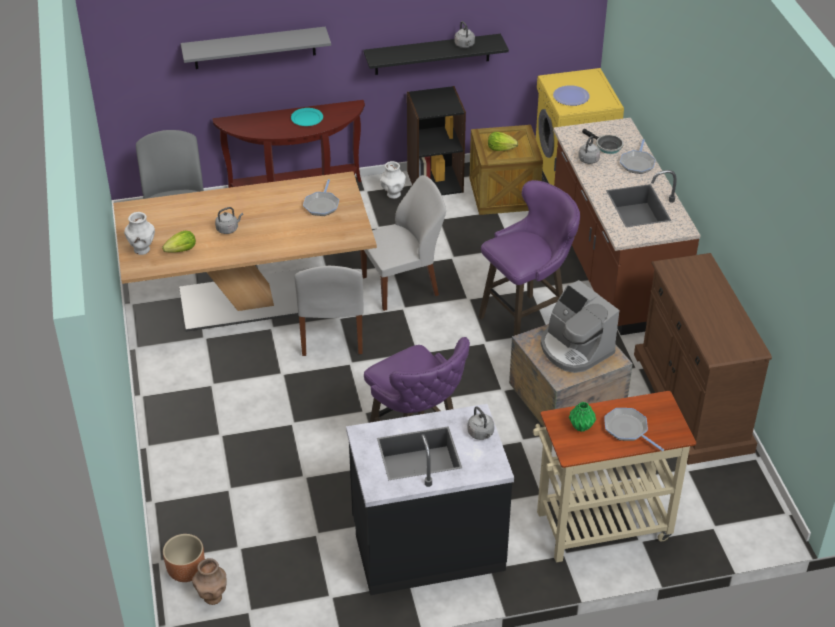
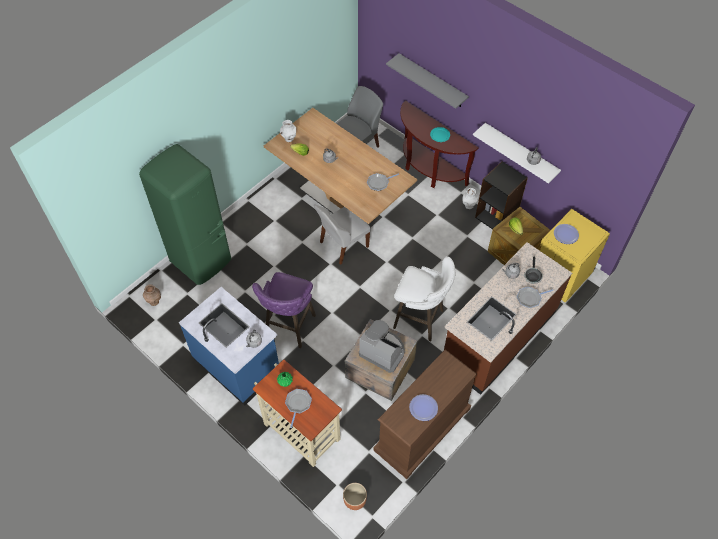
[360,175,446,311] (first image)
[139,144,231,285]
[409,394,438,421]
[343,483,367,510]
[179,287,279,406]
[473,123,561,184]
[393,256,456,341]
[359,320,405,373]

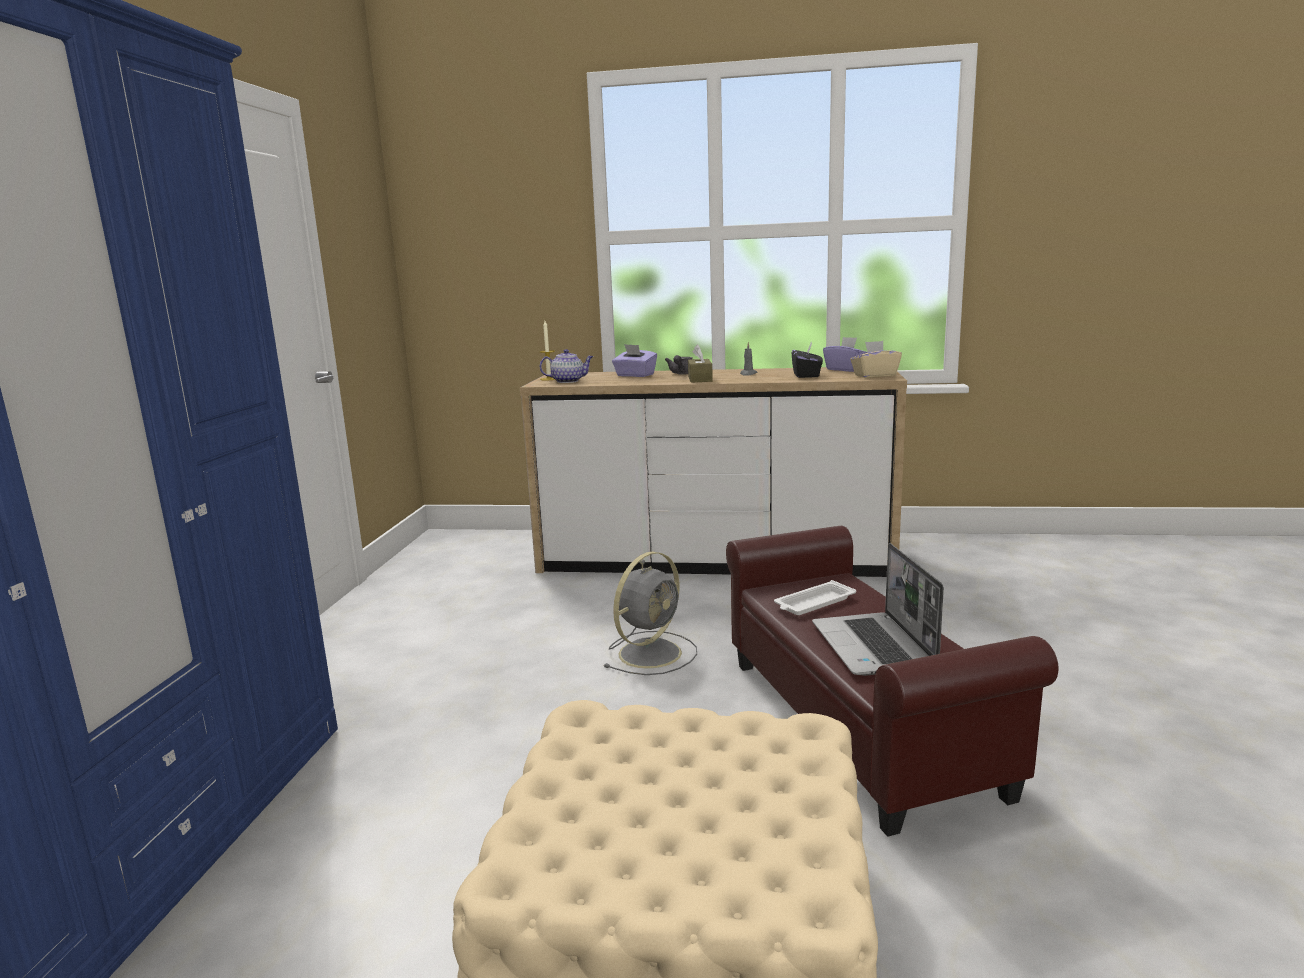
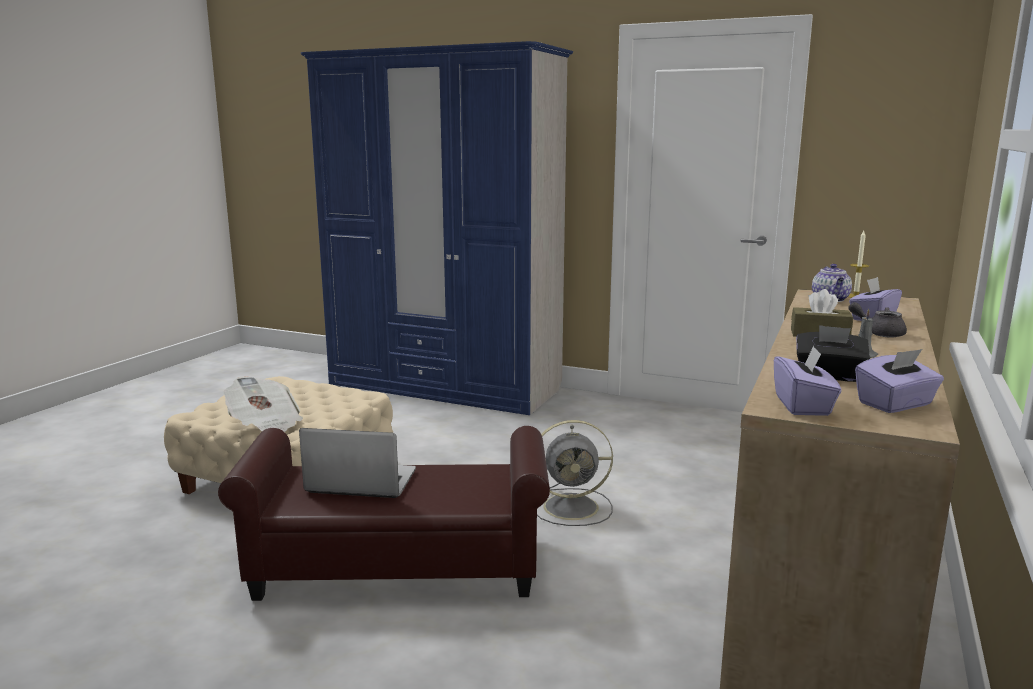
[774,580,856,615] (first image)
[223,376,303,432]
[774,346,841,416]
[537,420,613,526]

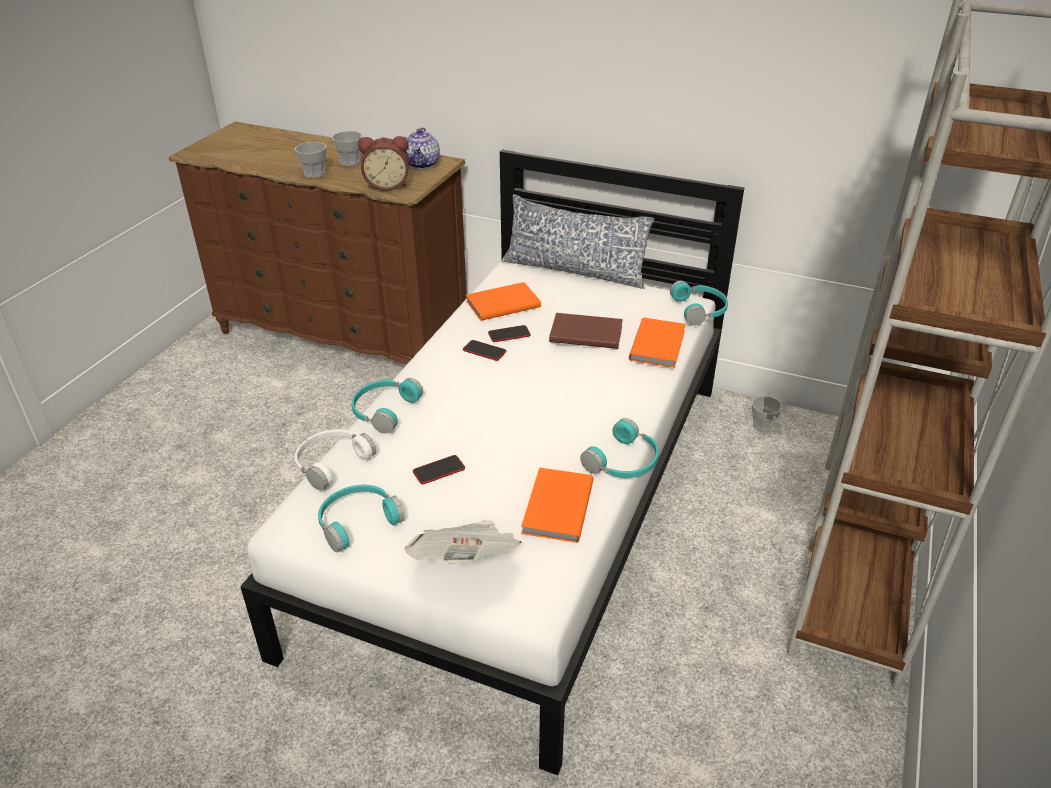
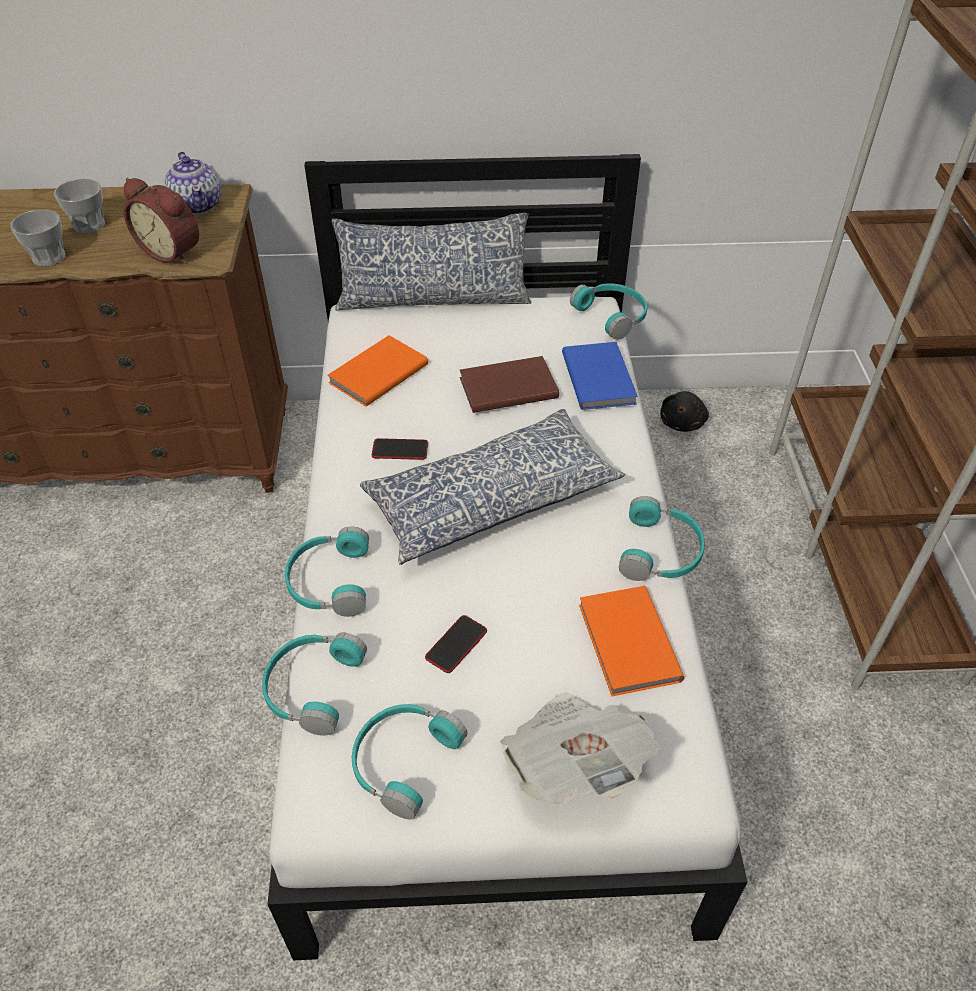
[488,325,531,342] (first image)
[360,409,625,565]
[660,391,709,432]
[262,633,367,736]
[562,342,638,410]
[124,178,199,264]

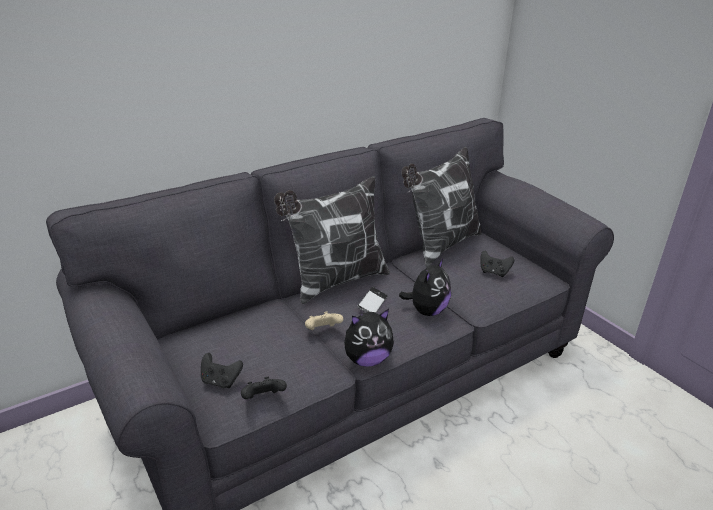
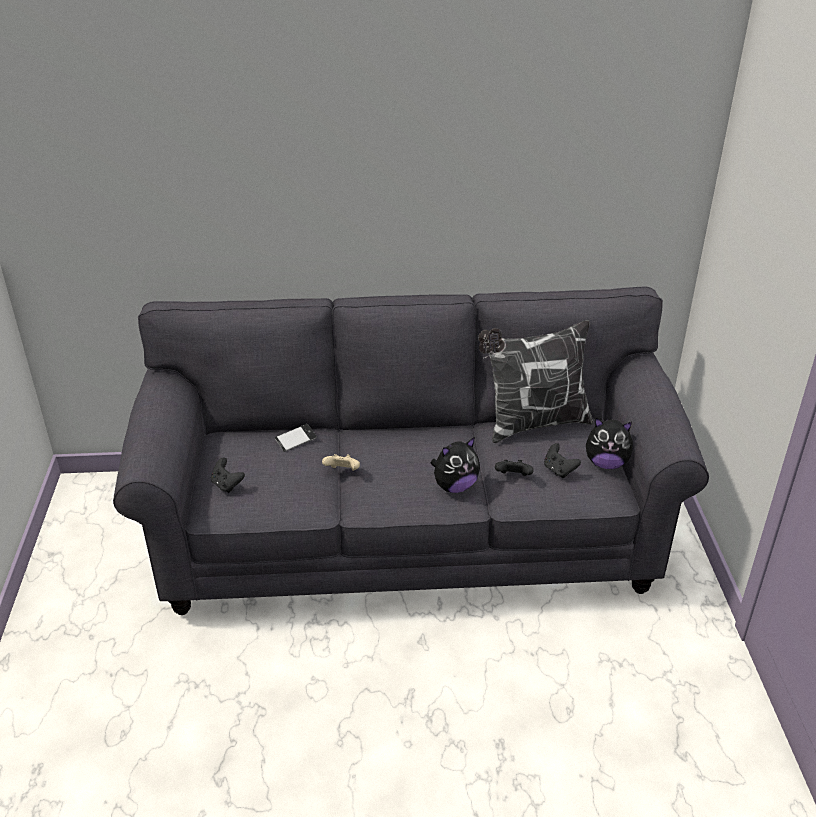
[274,176,390,304] (first image)
[495,460,534,476]
[586,418,633,469]
[275,424,317,452]

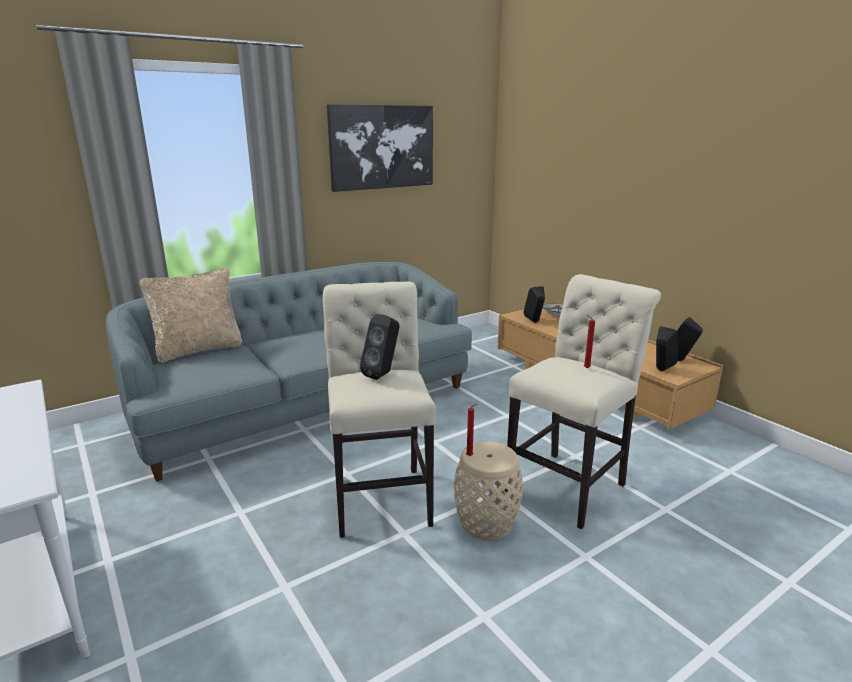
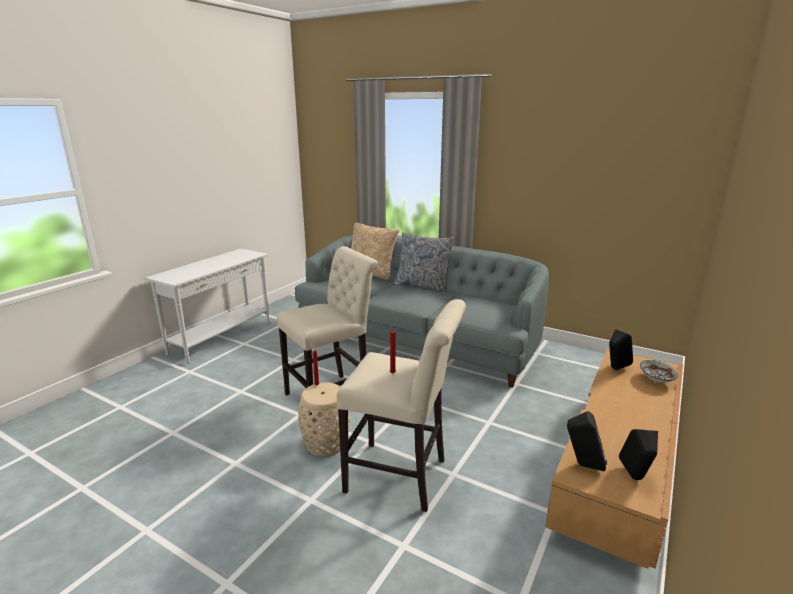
[327,104,433,192] (first image)
[360,314,400,380] (first image)
[394,232,455,292]

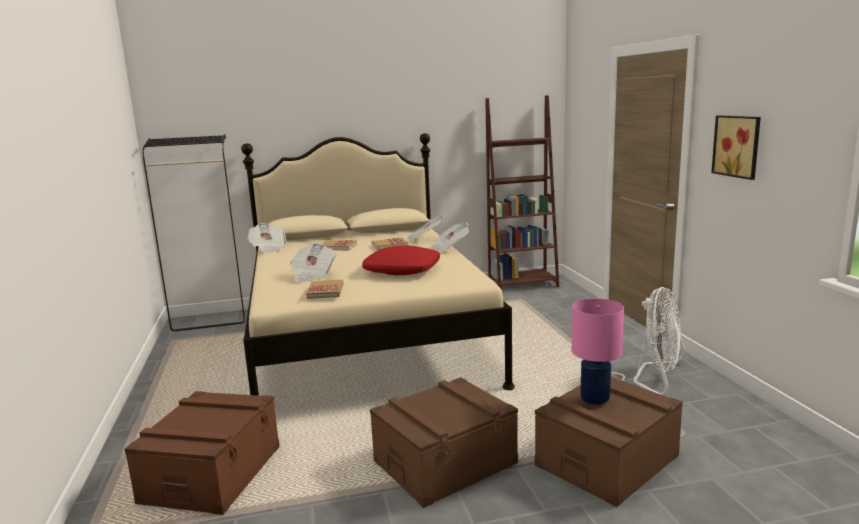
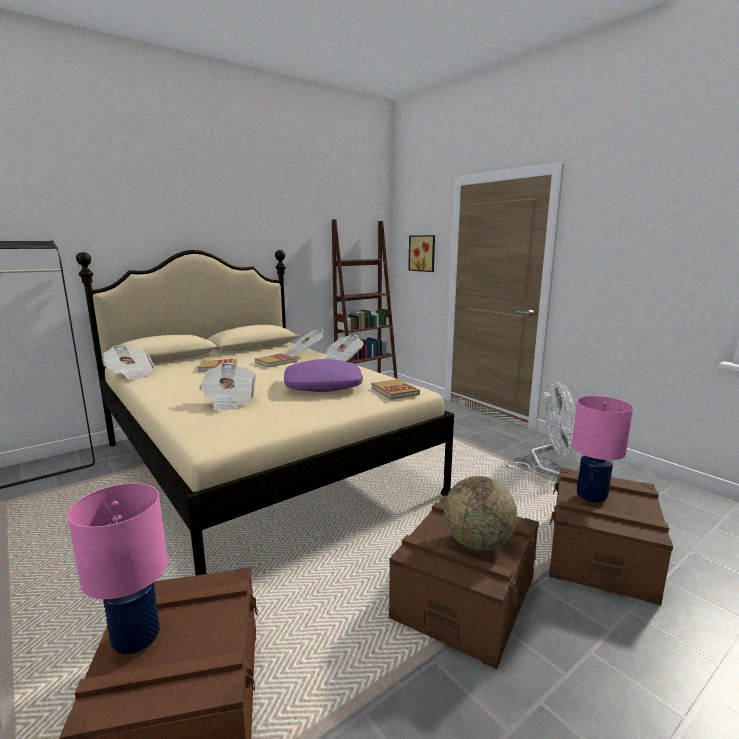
[67,483,168,654]
[444,476,517,551]
[372,379,420,400]
[408,235,435,272]
[284,359,363,392]

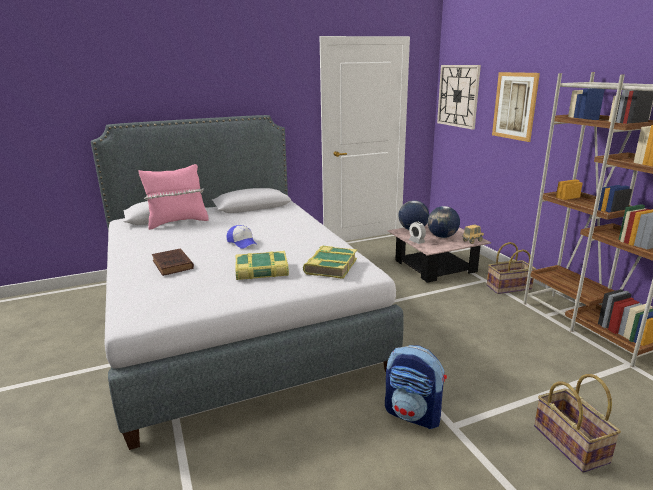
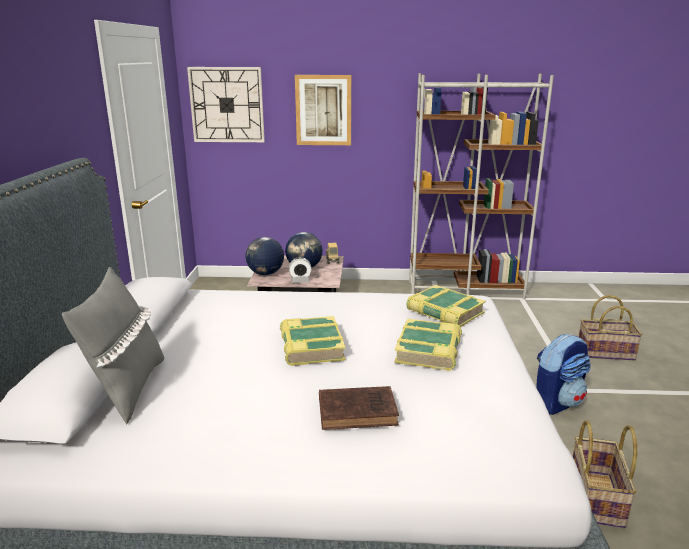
[573,421,637,528]
[280,316,345,366]
[62,267,164,425]

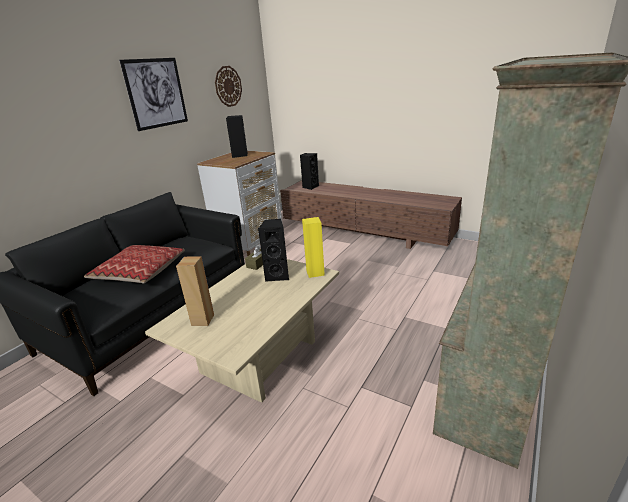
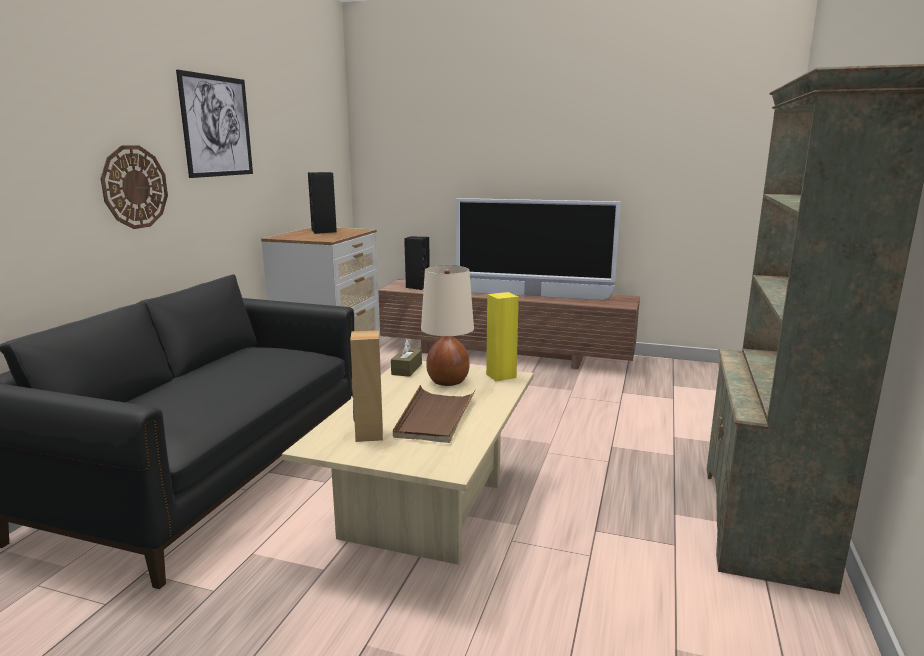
[84,245,185,284] (first image)
[393,385,476,443]
[456,198,621,300]
[101,146,168,229]
[421,265,474,386]

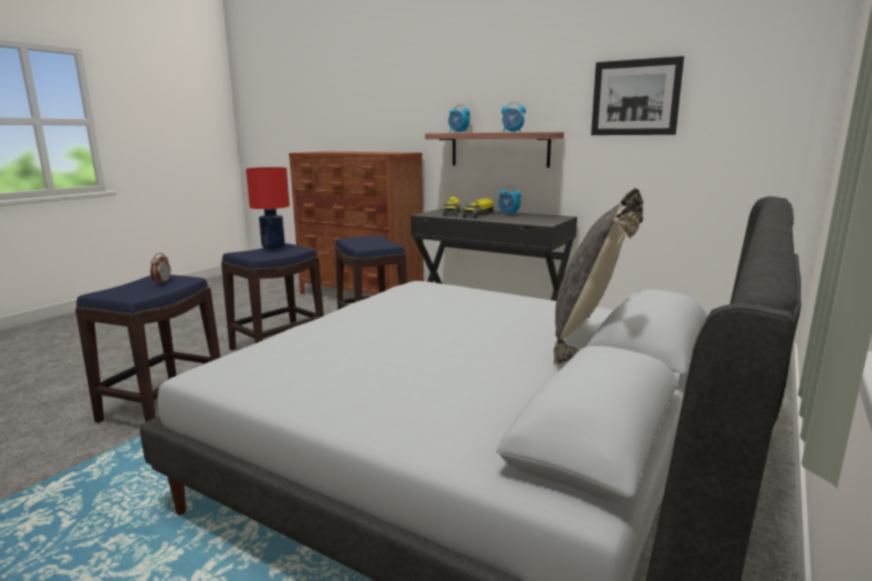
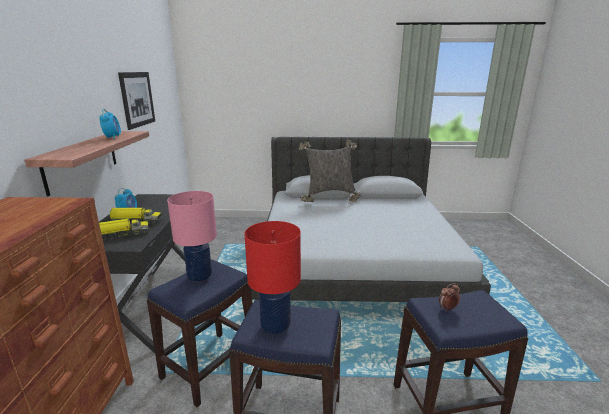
[448,105,470,133] (first image)
[167,191,217,282]

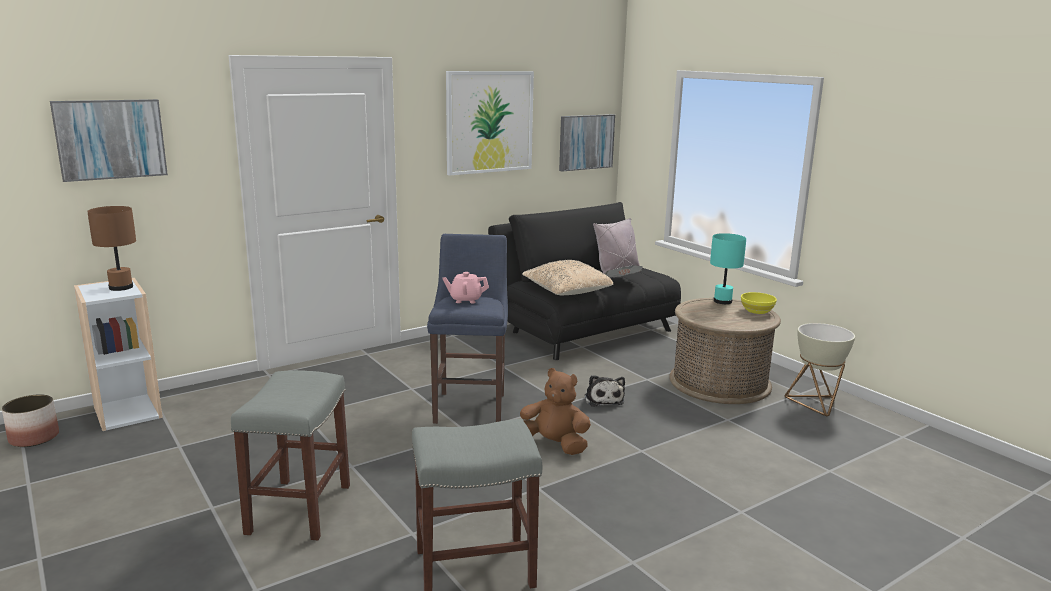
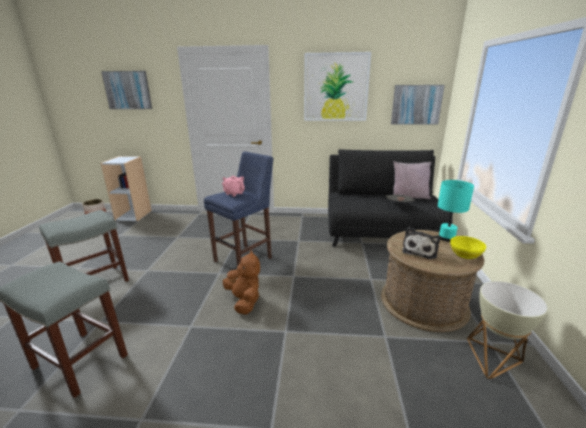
[88,206,136,291] (first image)
[522,260,613,295] (first image)
[402,227,440,259]

